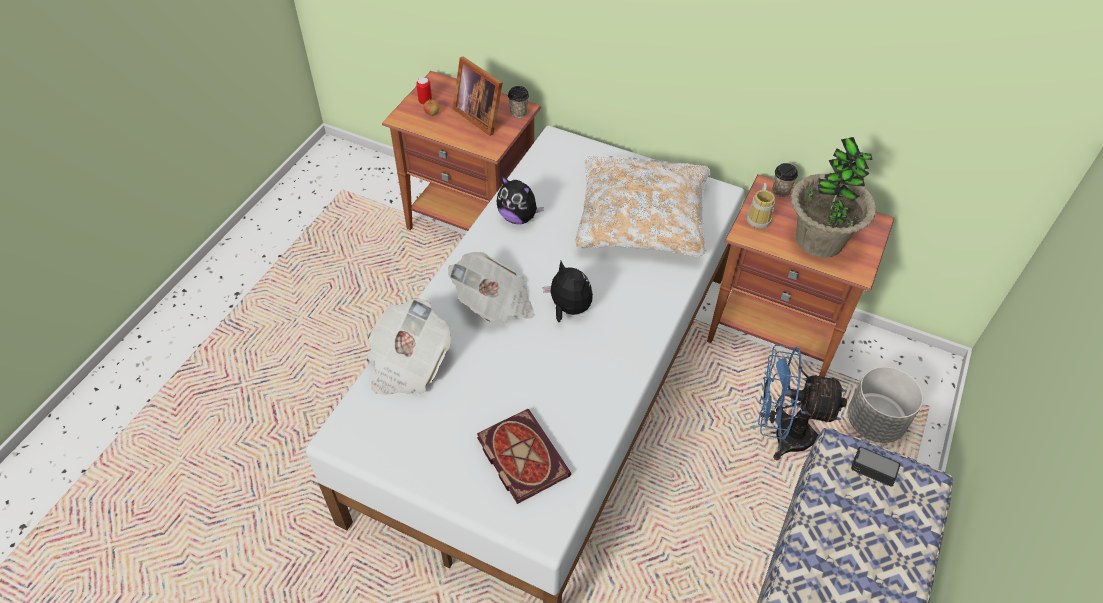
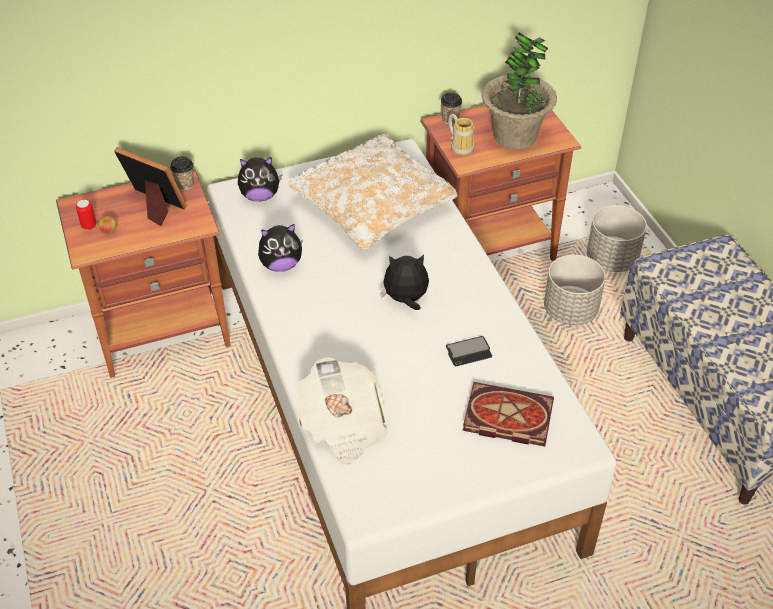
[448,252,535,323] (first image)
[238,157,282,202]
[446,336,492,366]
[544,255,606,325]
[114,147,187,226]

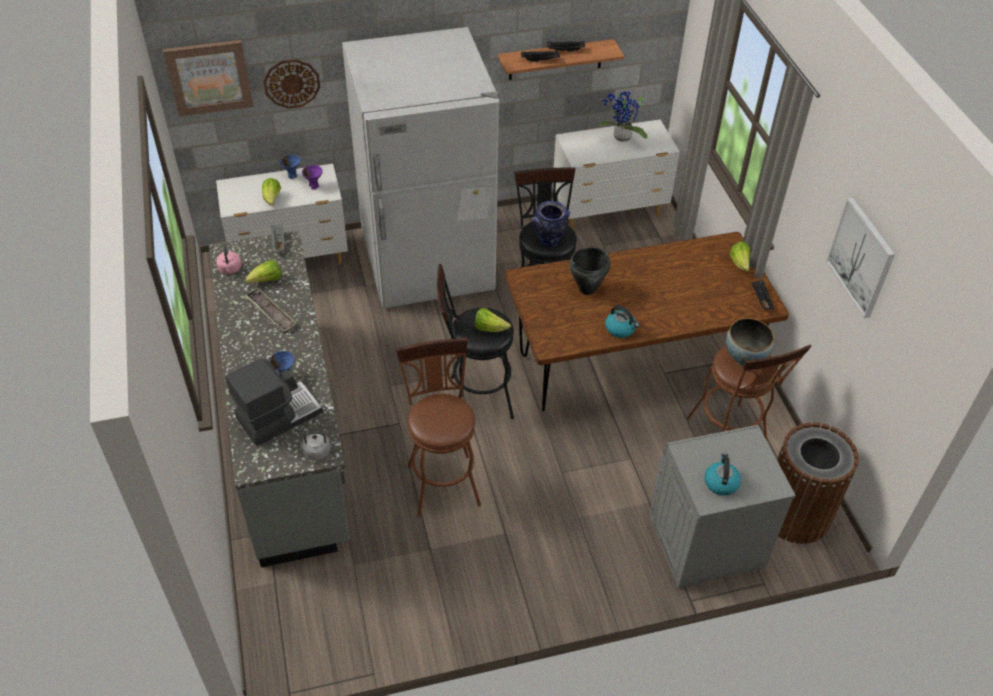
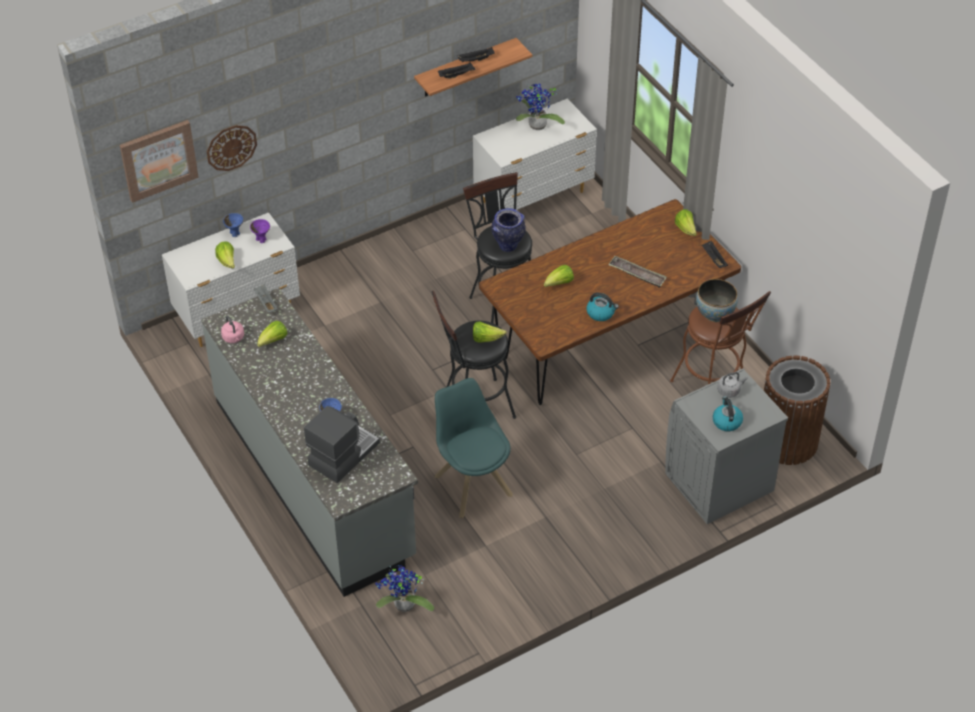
[342,27,499,308] (first image)
[826,198,895,318] (first image)
[375,565,434,612]
[608,256,667,288]
[718,372,747,398]
[434,378,513,518]
[544,265,574,287]

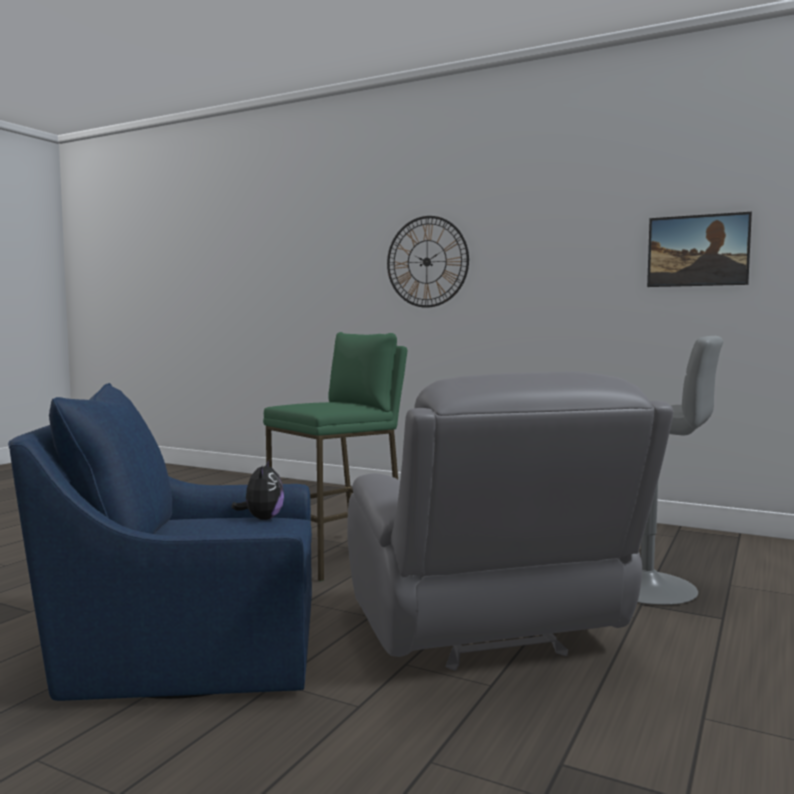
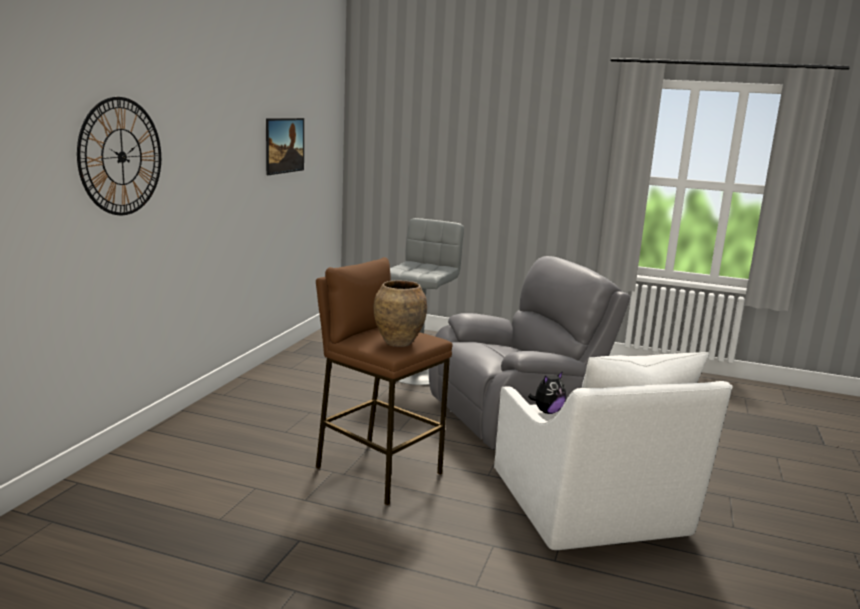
[373,280,427,347]
[494,352,733,550]
[316,257,453,505]
[528,371,566,414]

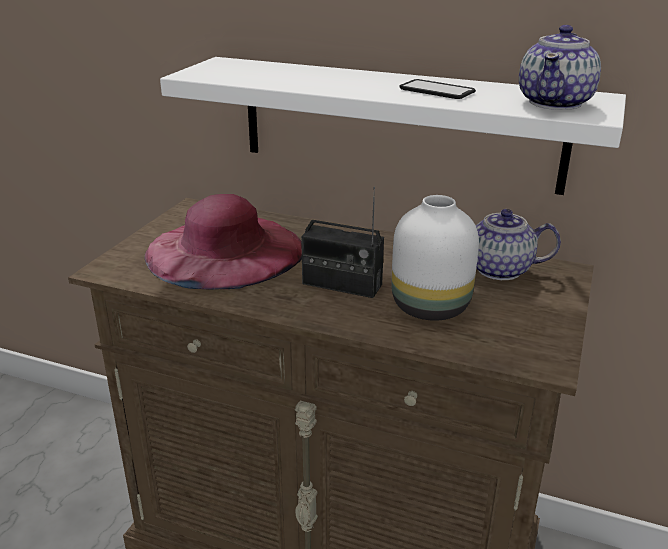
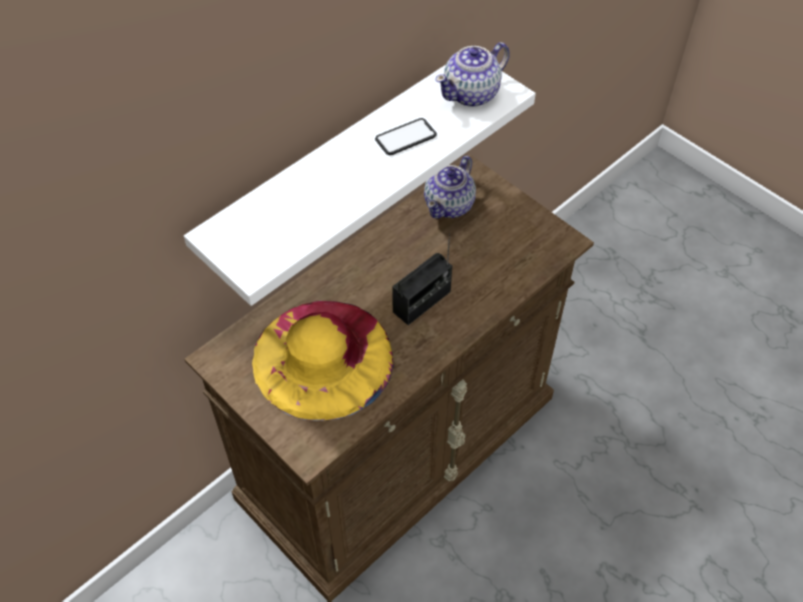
[391,195,479,321] (first image)
[252,301,394,421]
[435,42,510,107]

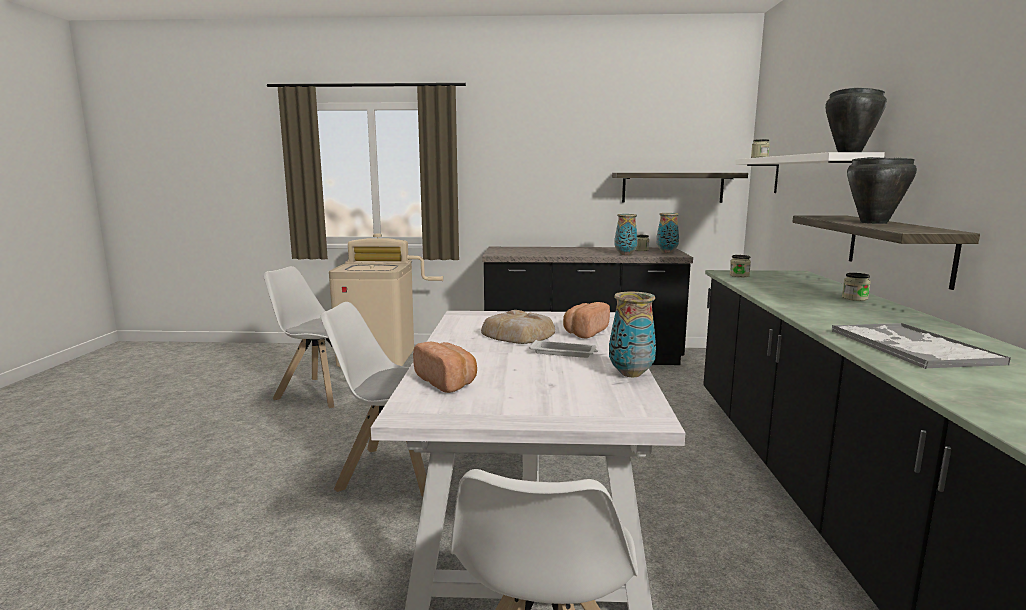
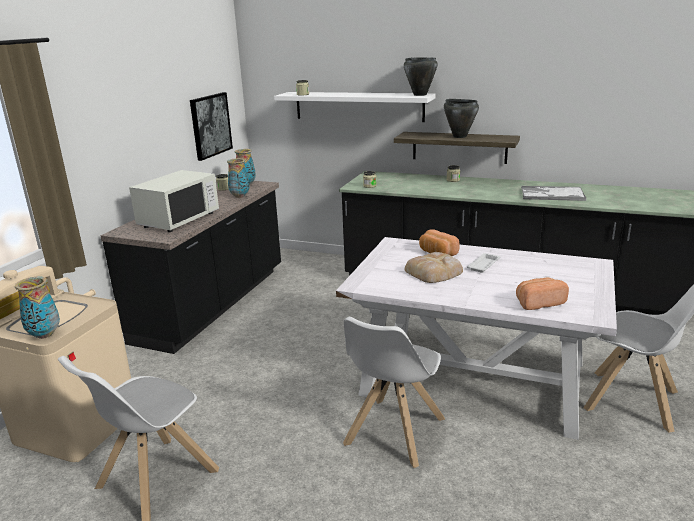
[129,170,219,232]
[15,276,60,339]
[190,92,233,161]

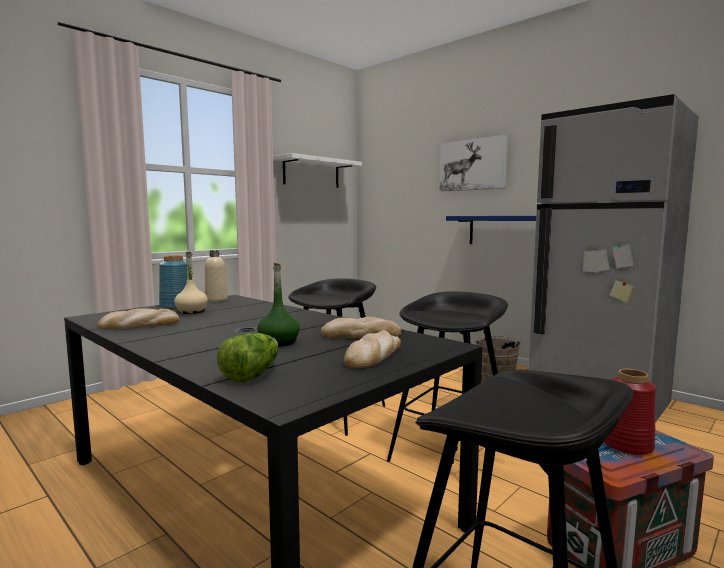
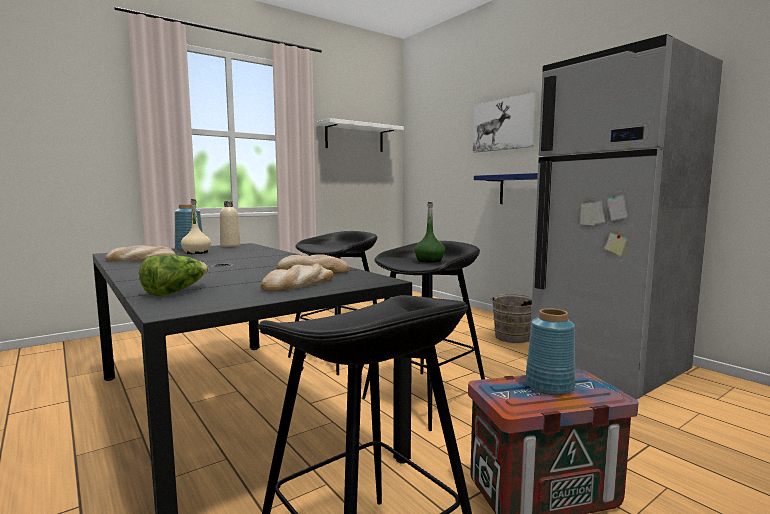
[414,202,445,263]
[525,308,575,395]

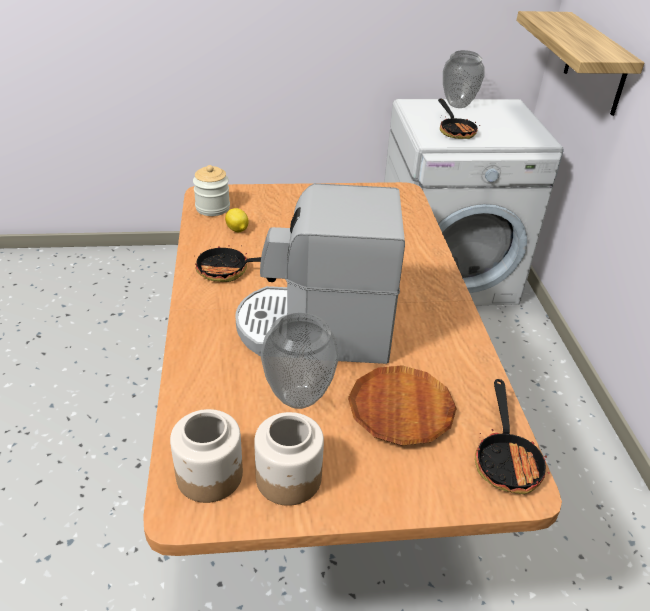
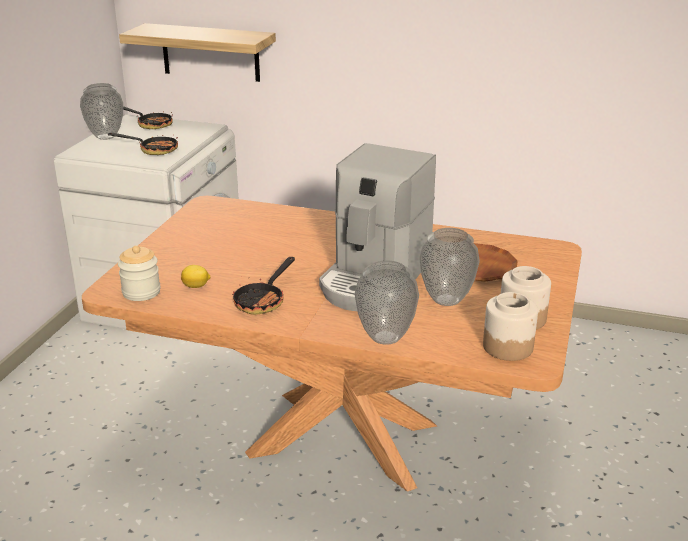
[355,260,419,345]
[123,106,173,129]

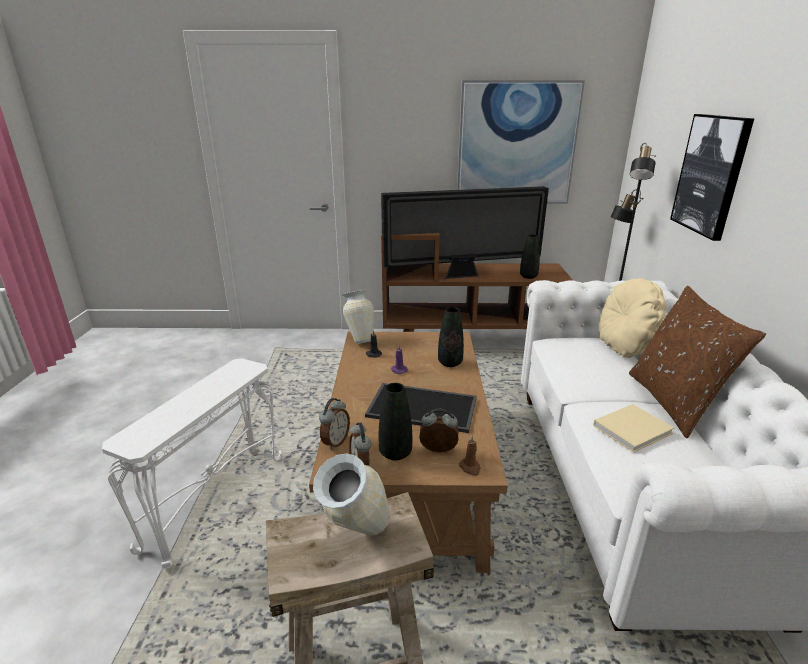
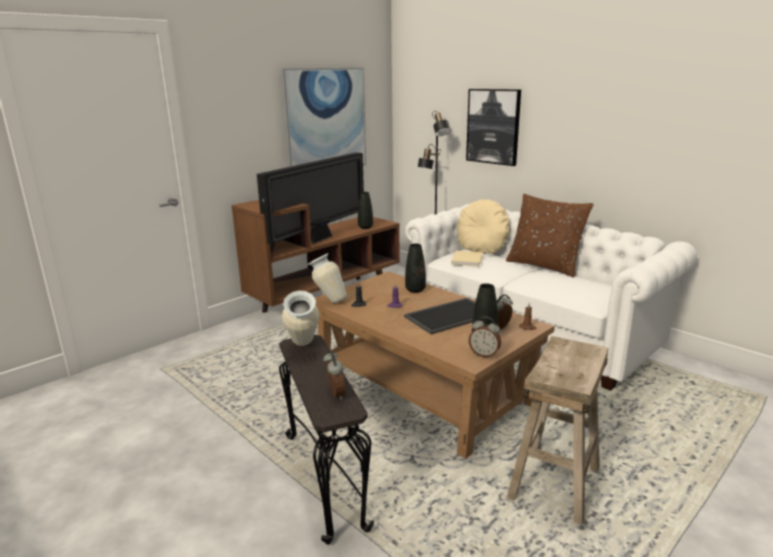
[282,291,319,346]
[323,350,346,400]
[451,250,483,267]
[279,335,374,545]

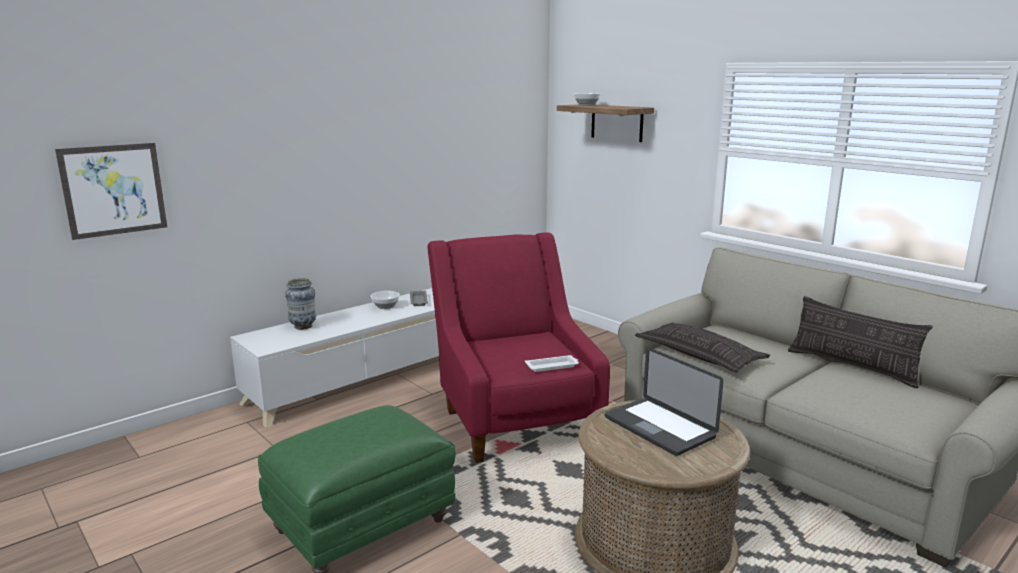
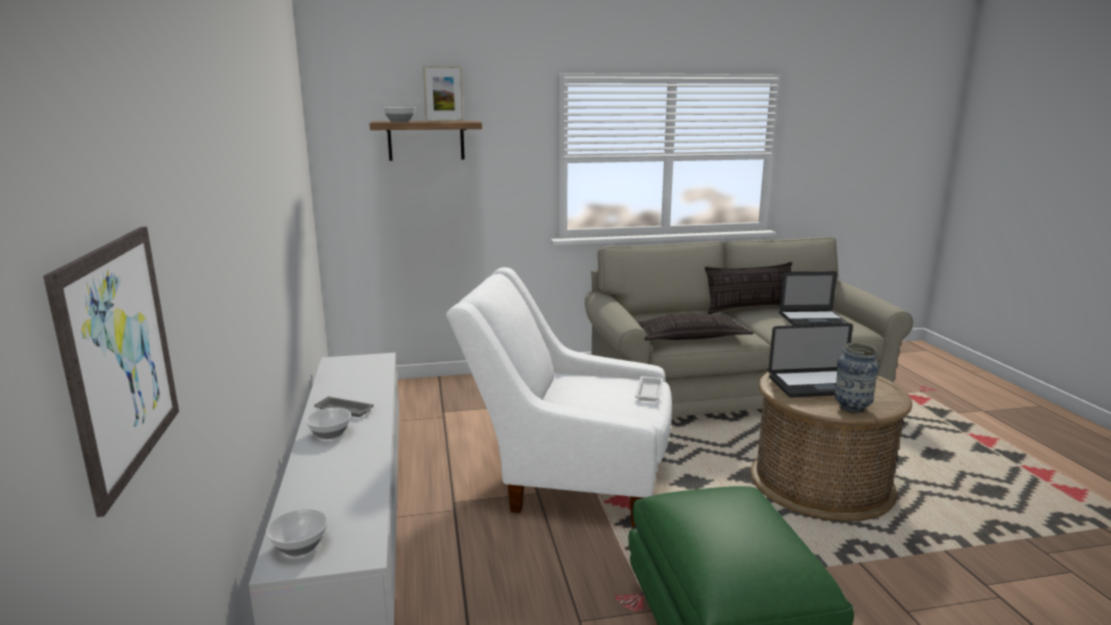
[266,509,328,556]
[423,66,464,121]
[779,271,850,326]
[834,343,880,413]
[446,267,672,527]

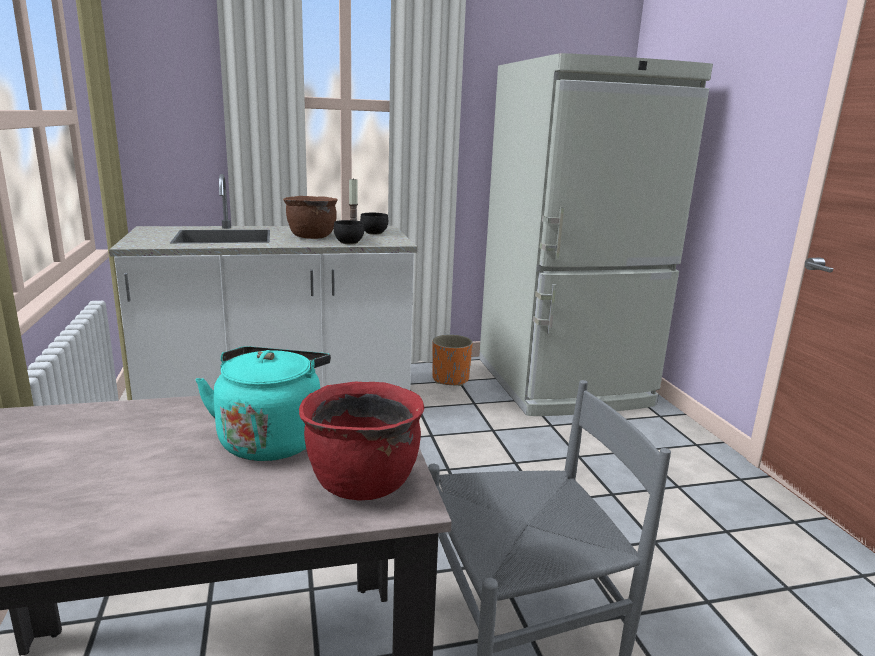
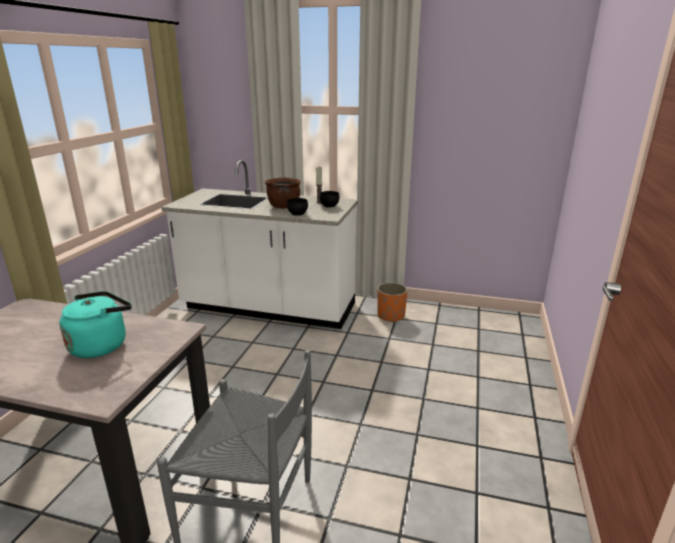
[299,382,424,501] (first image)
[479,53,713,416] (first image)

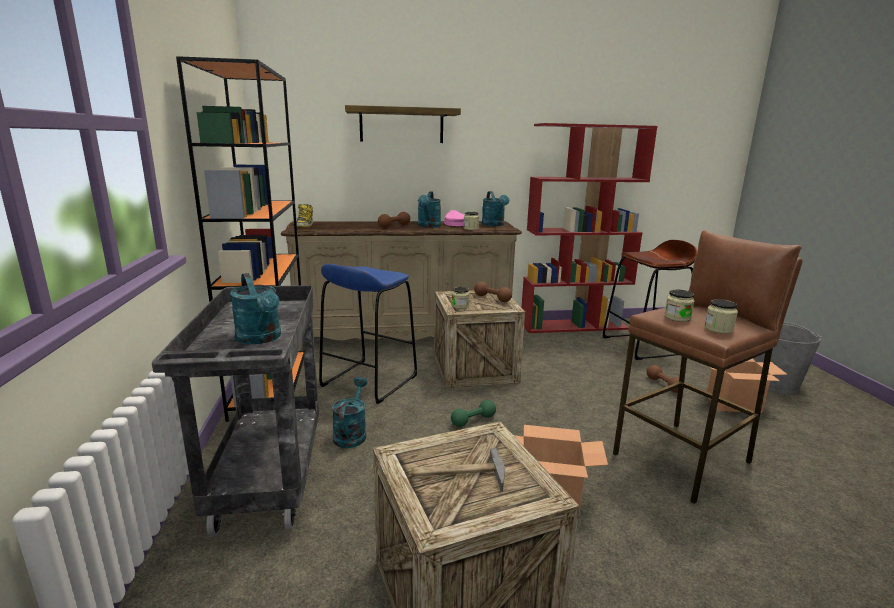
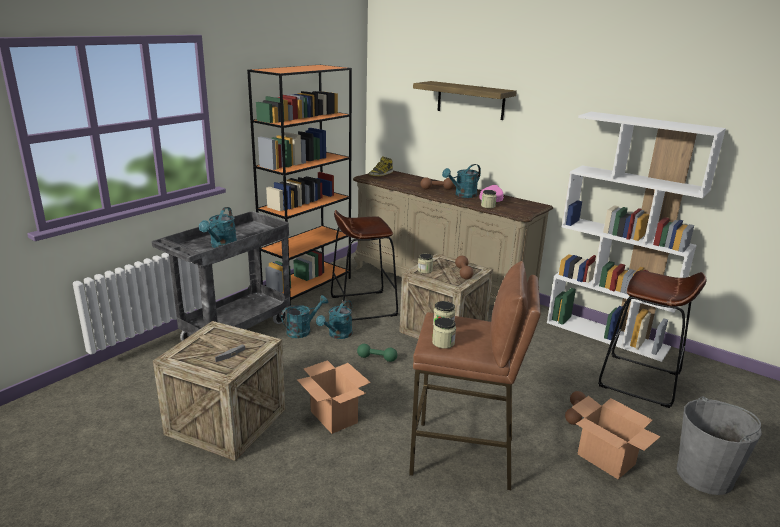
[316,300,352,339]
[331,210,398,320]
[547,112,726,362]

